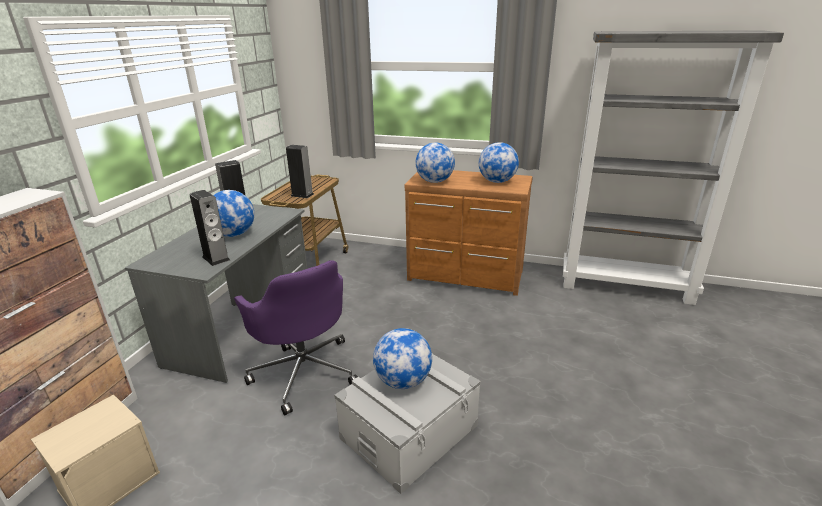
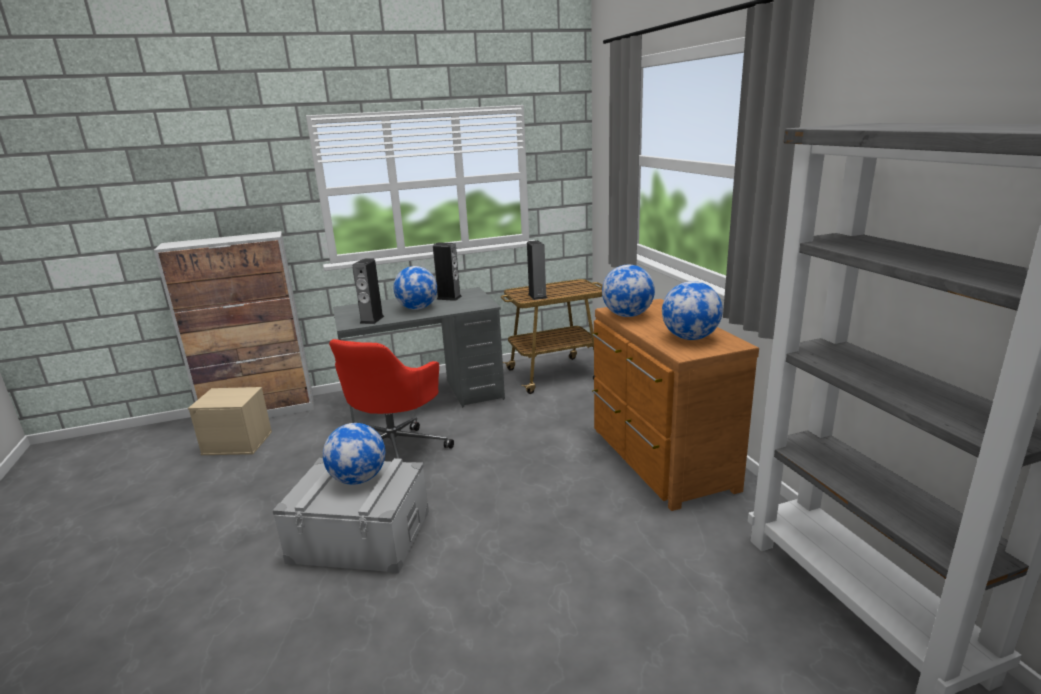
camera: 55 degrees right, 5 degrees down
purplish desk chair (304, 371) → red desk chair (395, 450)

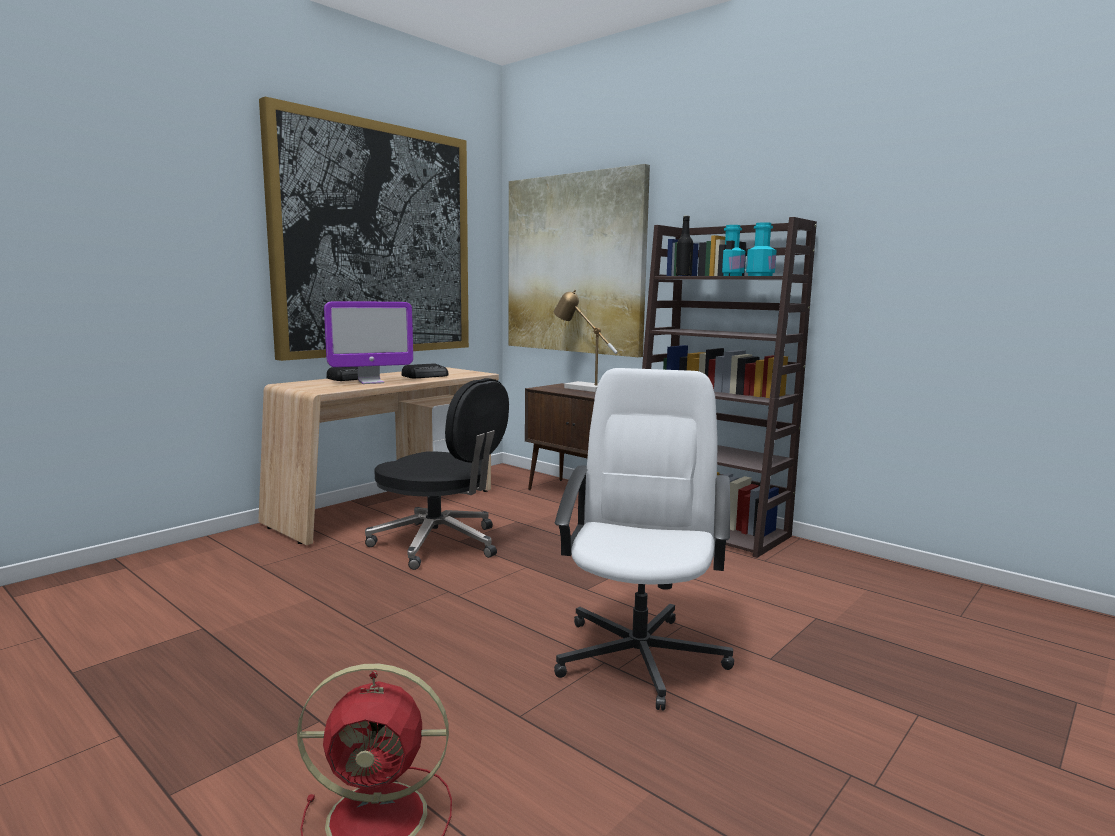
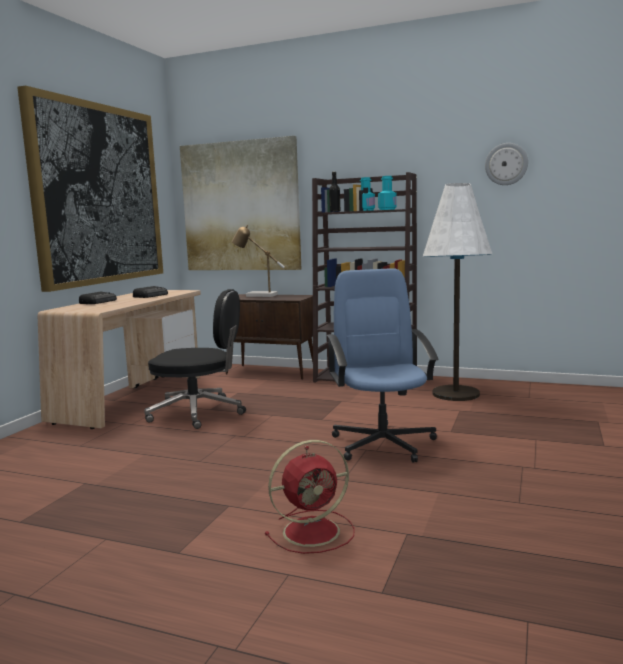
camera: 20 degrees left, 0 degrees up
computer screen (371, 382) → -
white desk chair (640, 656) → blue desk chair (383, 443)
- → clock on the wall (506, 164)
- → white standing lamp (455, 394)

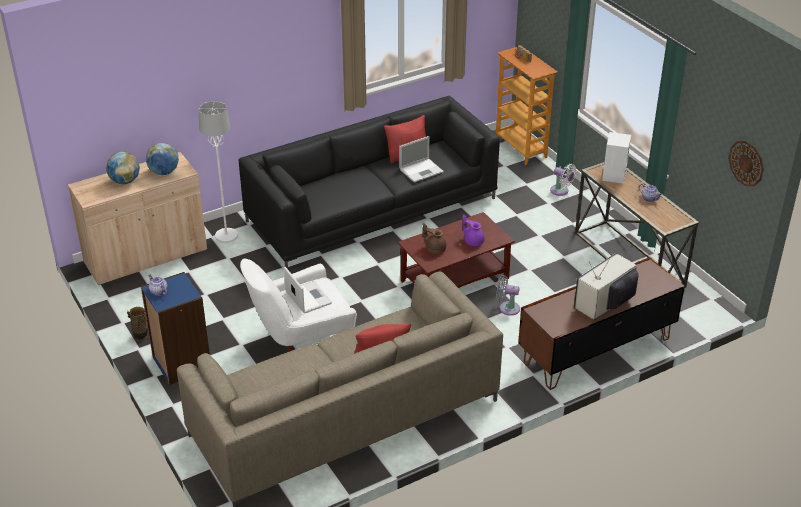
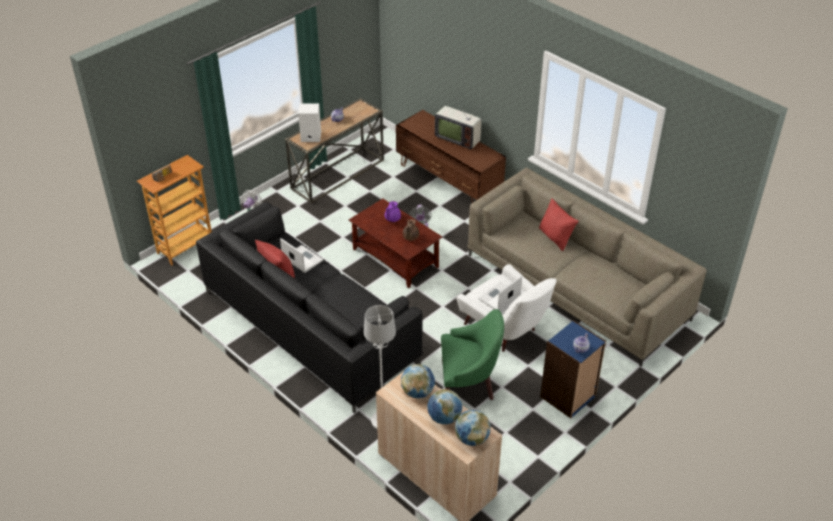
camera: 105 degrees left, 5 degrees up
clock on the wall (746, 163) → -
decorative vase (141, 337) → -
- → green-coloured lounge chair (468, 383)
- → world globe (471, 438)

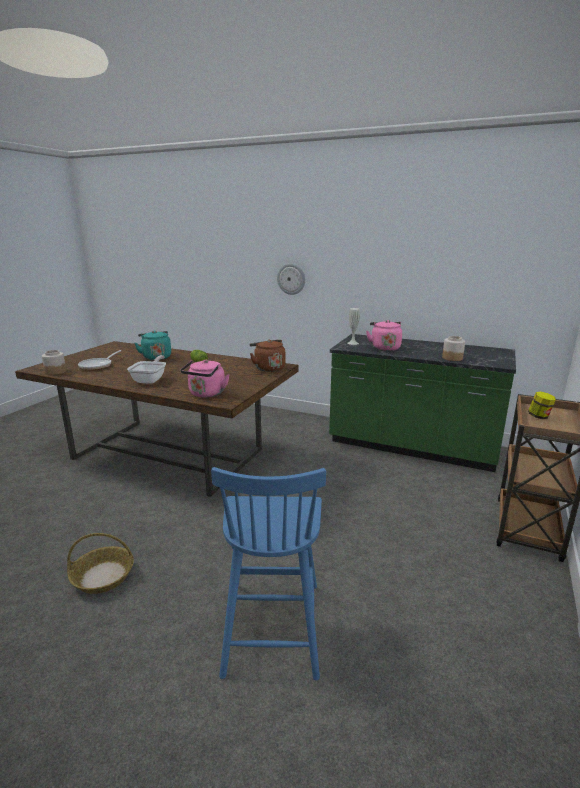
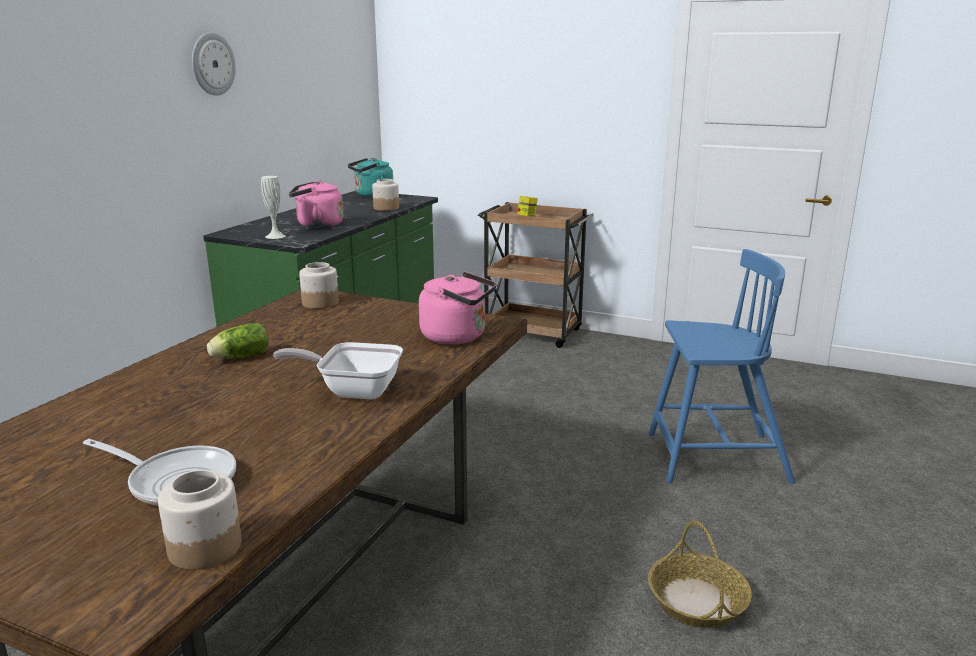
camera: 90 degrees left, 0 degrees up
clock on the wall (291, 279) → clock on the wall (212, 64), shifted
turquoise water kettle (156, 357) → turquoise water kettle (372, 196), shifted
brownish water kettle (268, 368) → preserve jar (320, 303)

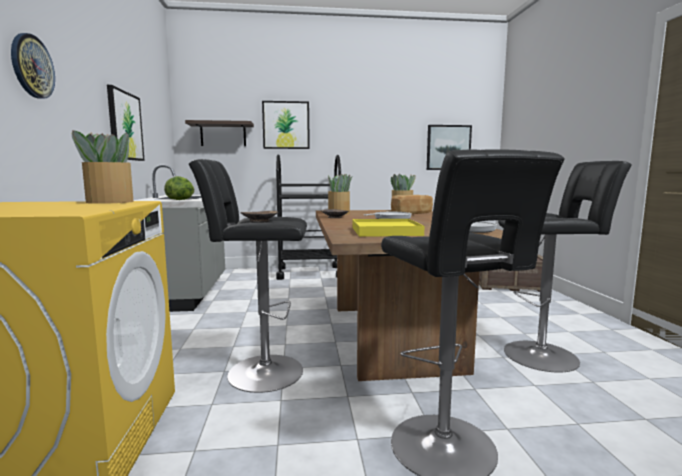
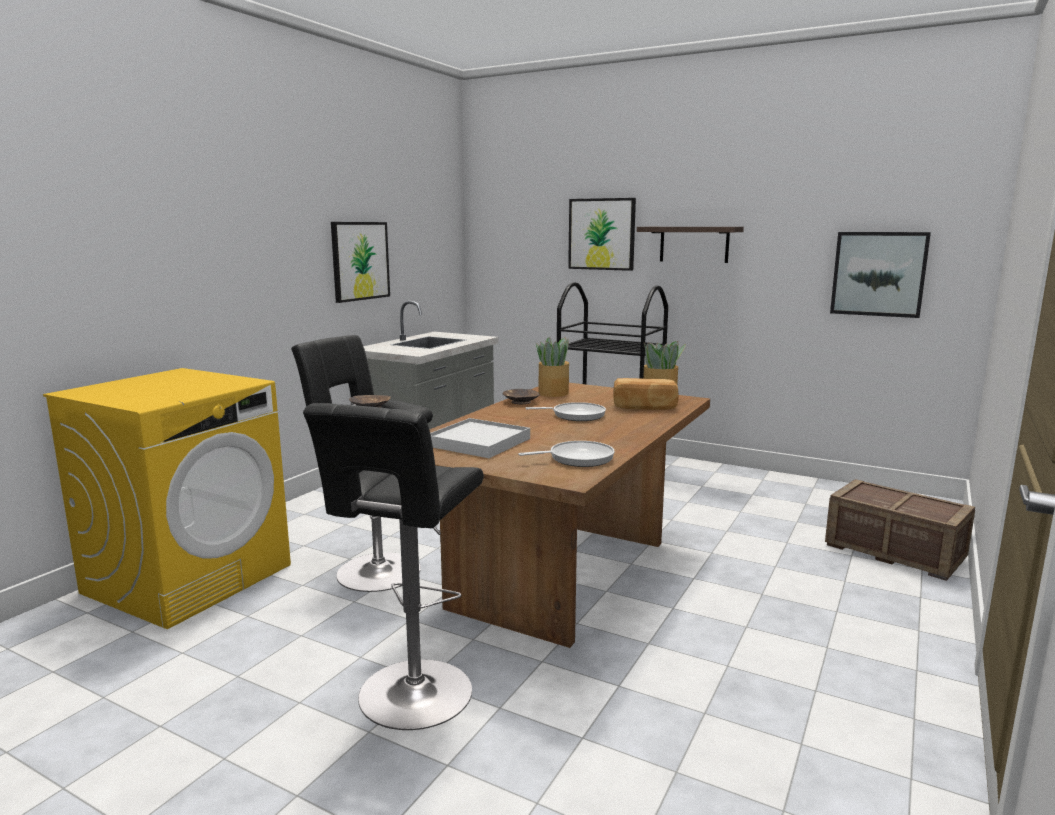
camera: 35 degrees right, 5 degrees up
clock on the wall (32, 66) → -
bracket shelf (223, 134) → bracket shelf (694, 244), shifted
potted plant (109, 202) → -
black stool seat (545, 355) → -
lettuce (181, 200) → -
yellow serving tray (385, 231) → white serving tray (478, 442)

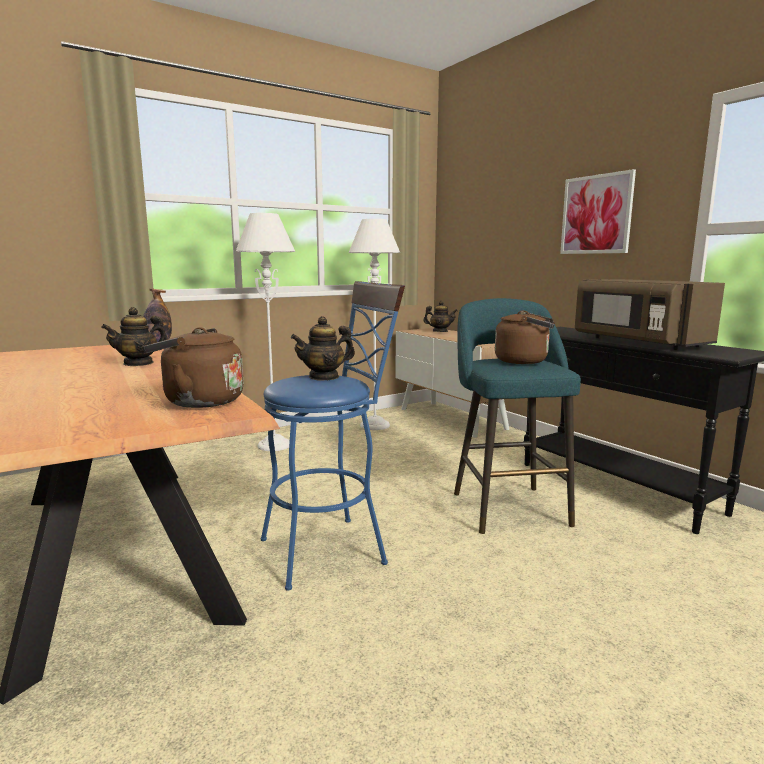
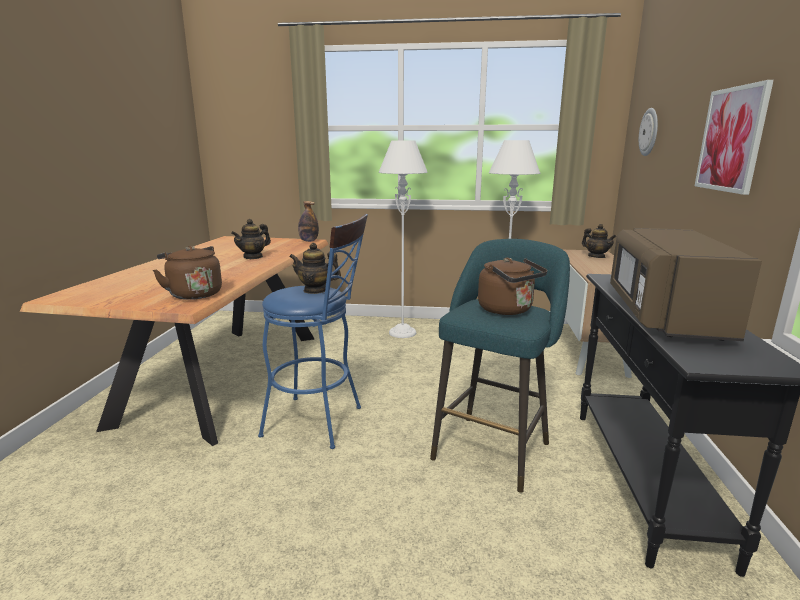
camera: 40 degrees right, 5 degrees up
tea pot (139, 363) → tea pot (253, 257), 45 degrees counterclockwise
- → clock on the wall (649, 132)

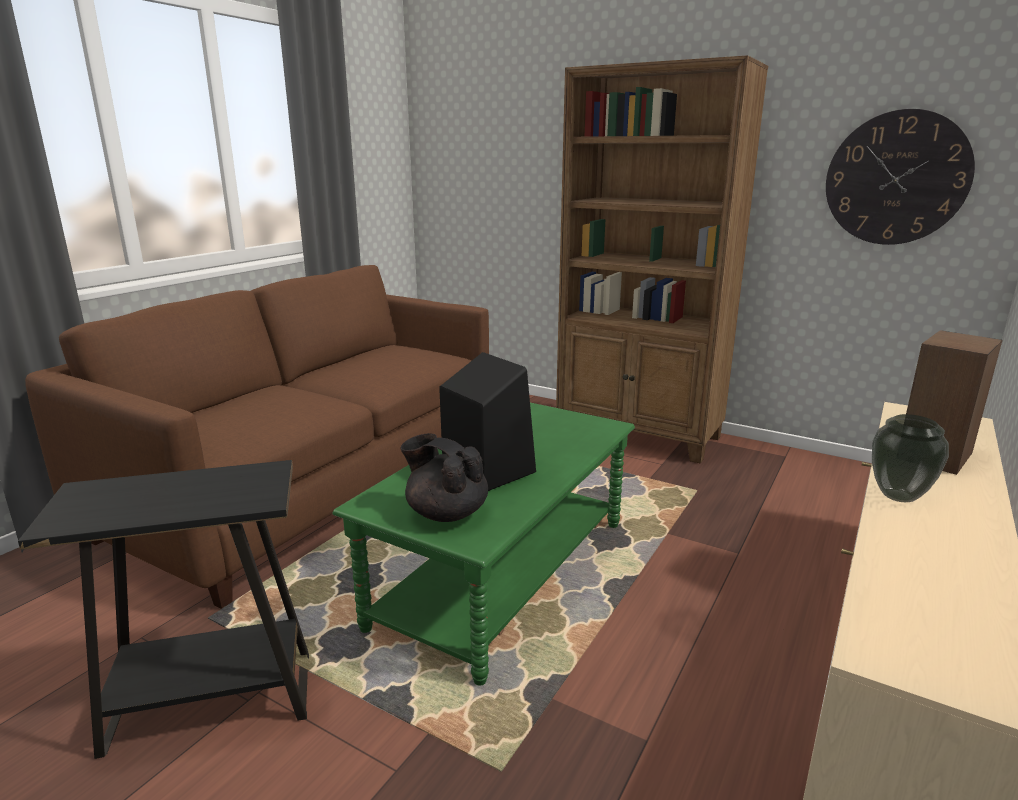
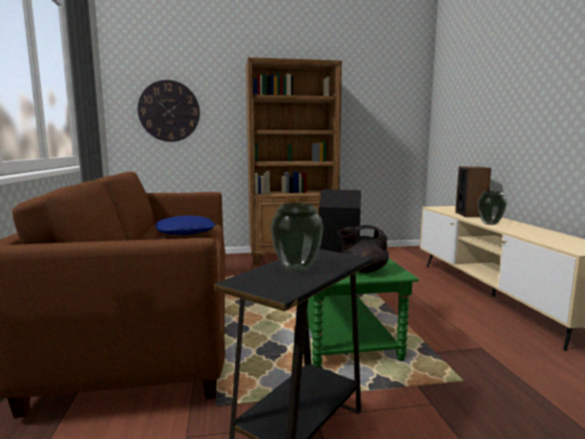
camera: 40 degrees left, 10 degrees down
clock on the wall (896, 178) → clock on the wall (169, 111), shifted
- → decorative vase (296, 269)
- → blue throw pillow (185, 232)

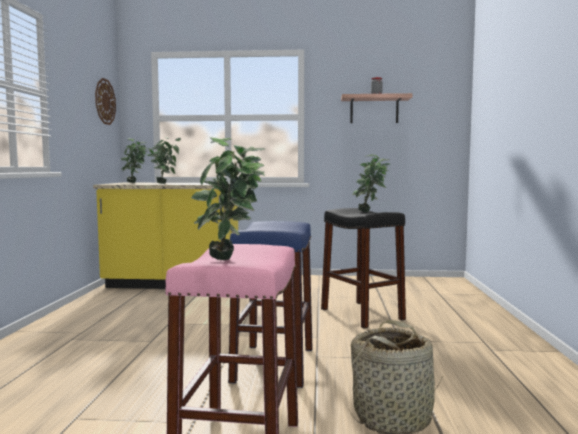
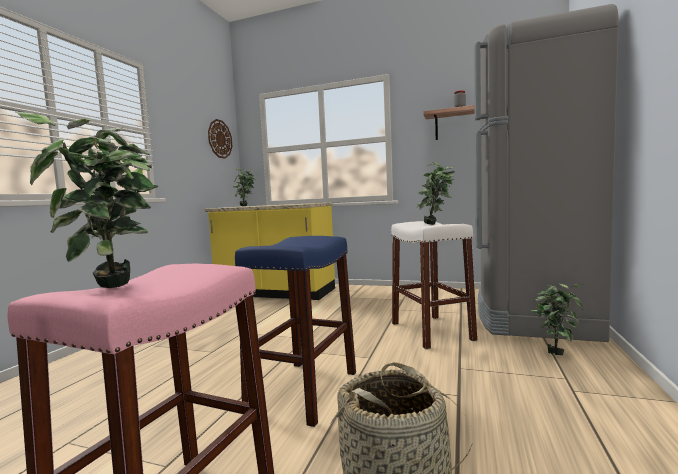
camera: 15 degrees right, 0 degrees up
potted plant (165, 183) → potted plant (556, 351), shifted
black stool seat (362, 314) → white stool seat (431, 331)
- → greyish refrigerator (532, 317)

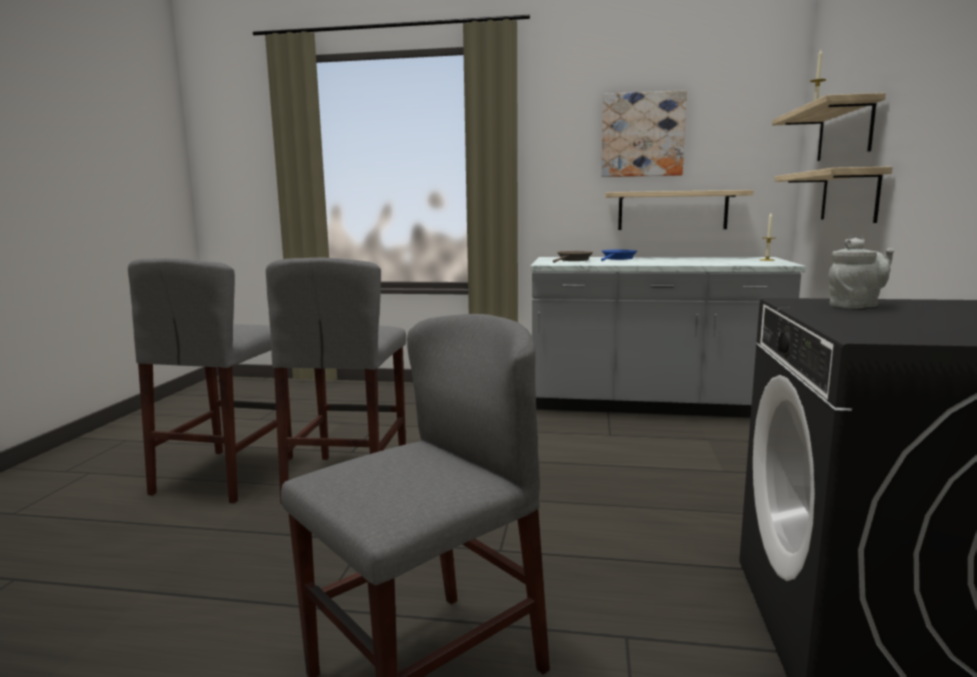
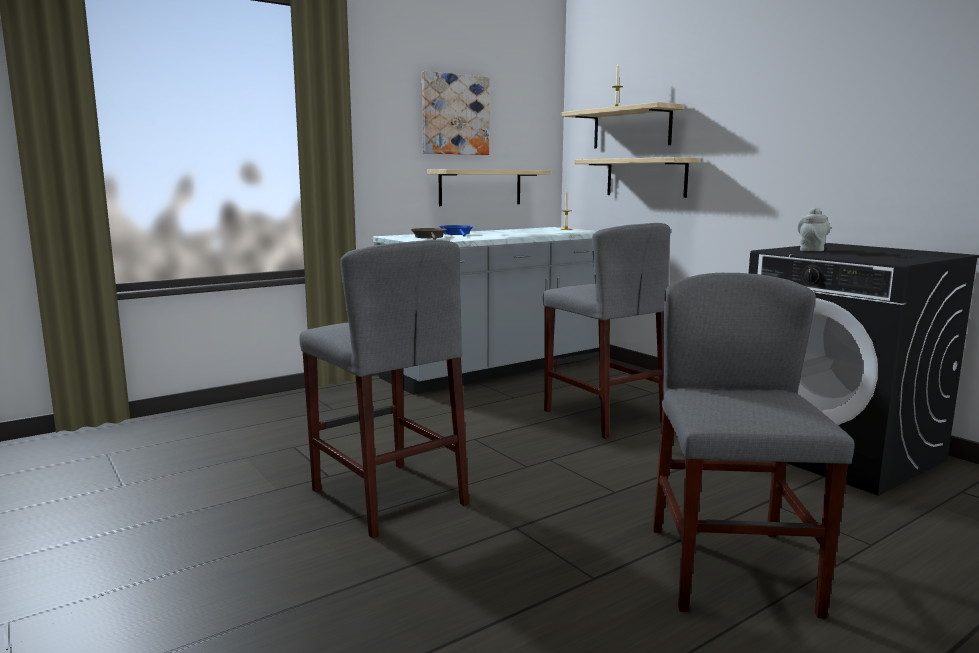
camera: 45 degrees left, 0 degrees up
greyish stool seat (226, 475) → greyish stool seat (603, 416), shifted

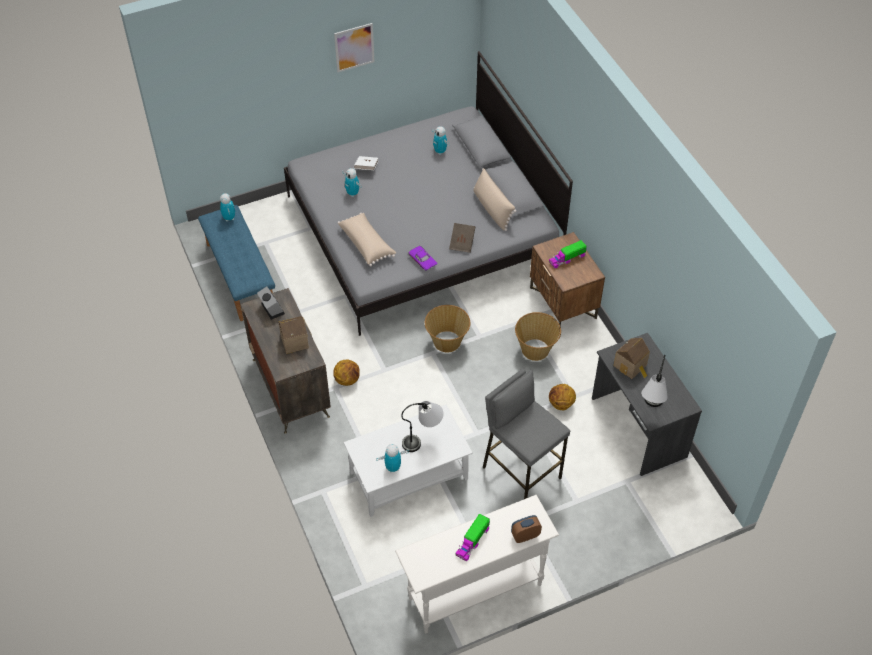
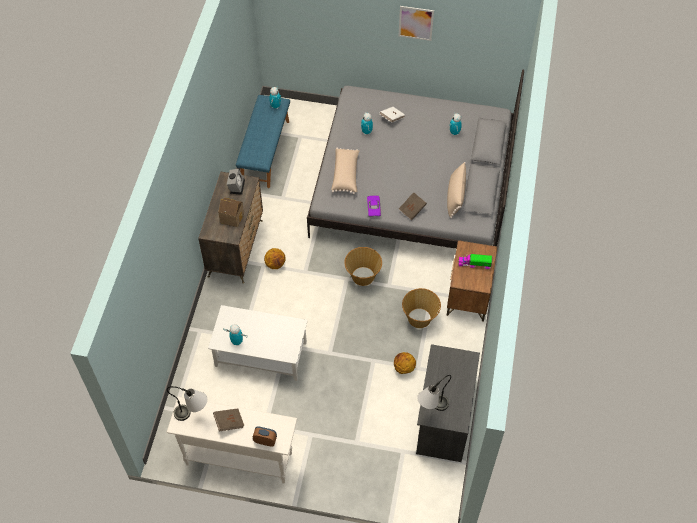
camera: 35 degrees right, 5 degrees up
toy house (631, 366) → -
greyish stool seat (521, 472) → -
tabletop lamp (423, 439) → tabletop lamp (193, 415), shifted
toy truck (472, 541) → brownish bound book (229, 422)

